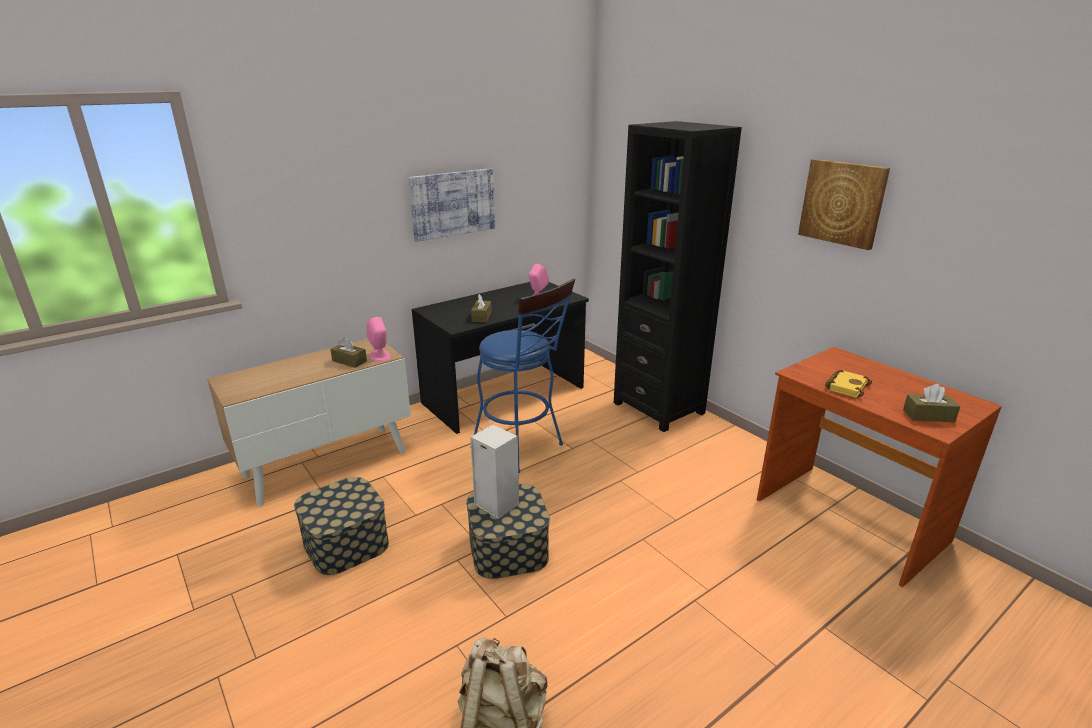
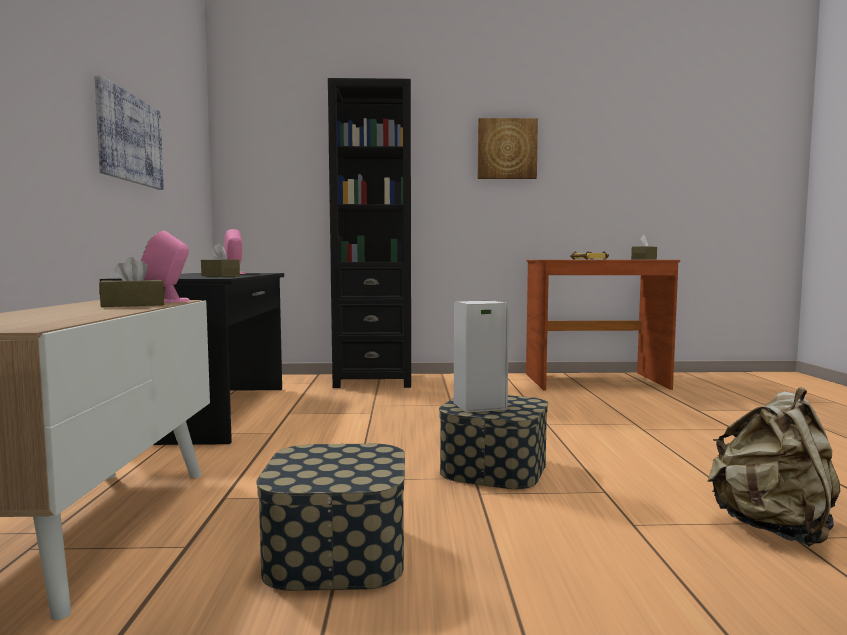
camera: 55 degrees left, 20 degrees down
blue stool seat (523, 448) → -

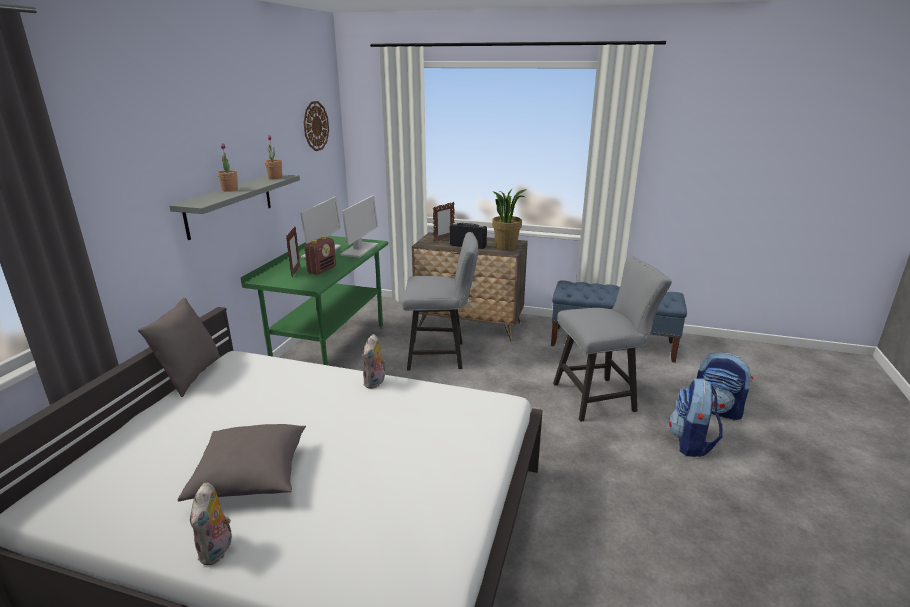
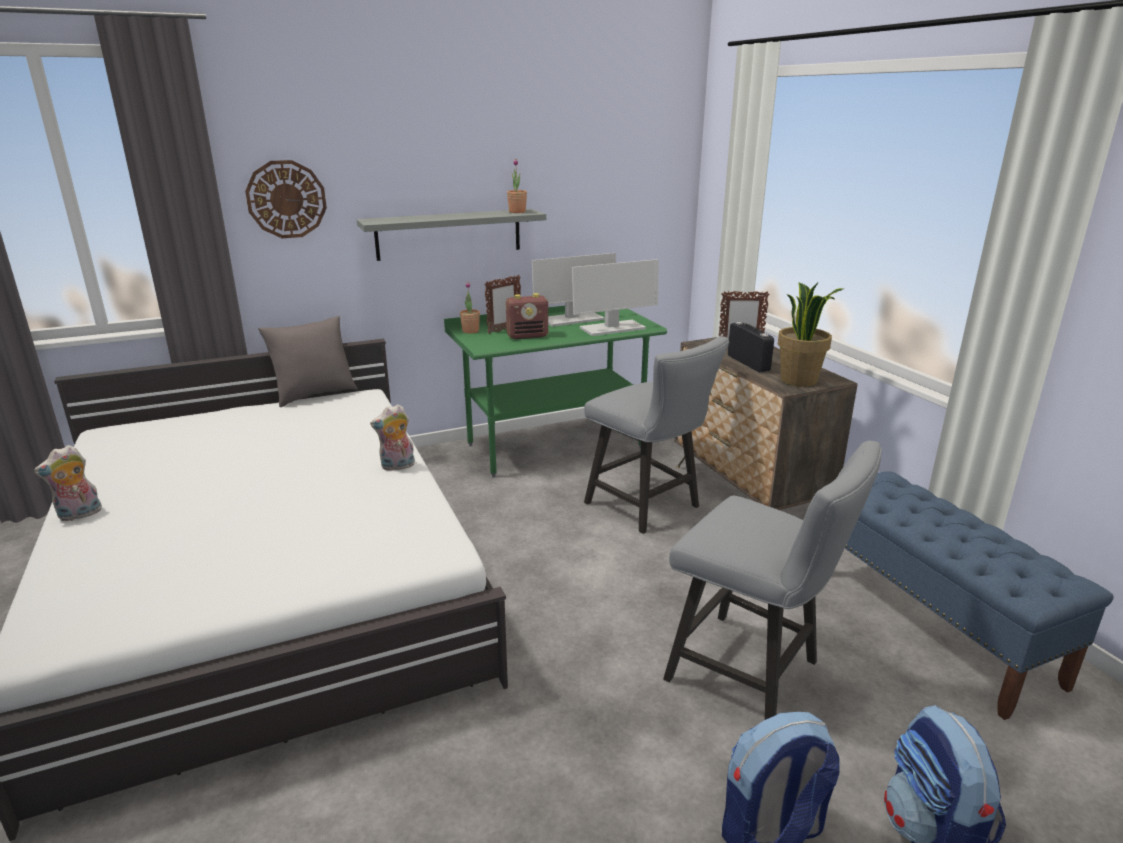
camera: 50 degrees right, 0 degrees up
clock on the wall (315, 126) → clock on the wall (286, 199), shifted
potted plant (230, 190) → potted plant (470, 331), shifted
greyish throw pillow (251, 477) → -

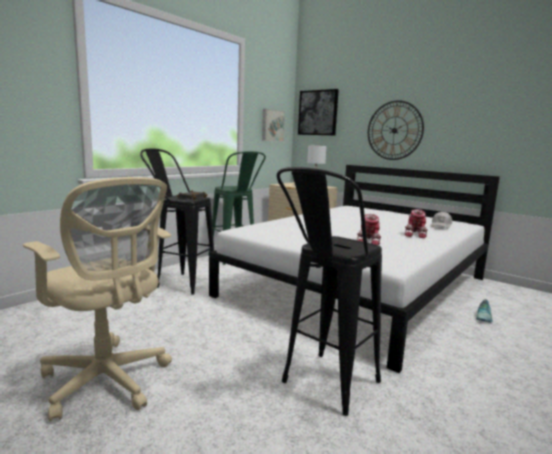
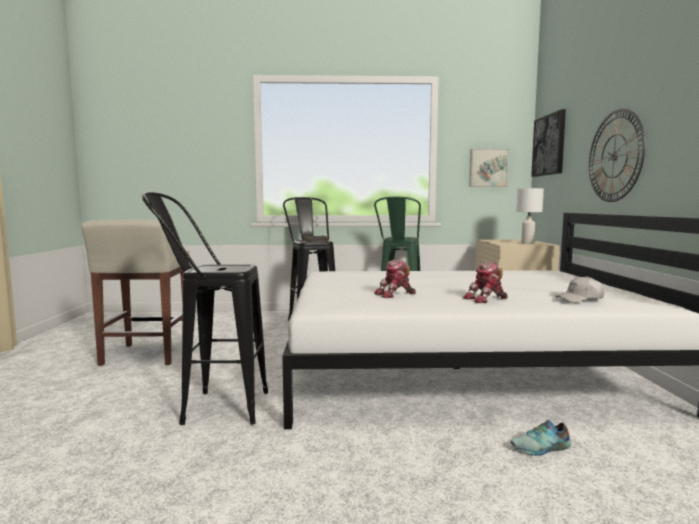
camera: 50 degrees right, 5 degrees down
beige desk chair (108, 382) → beige stool seat (146, 355)

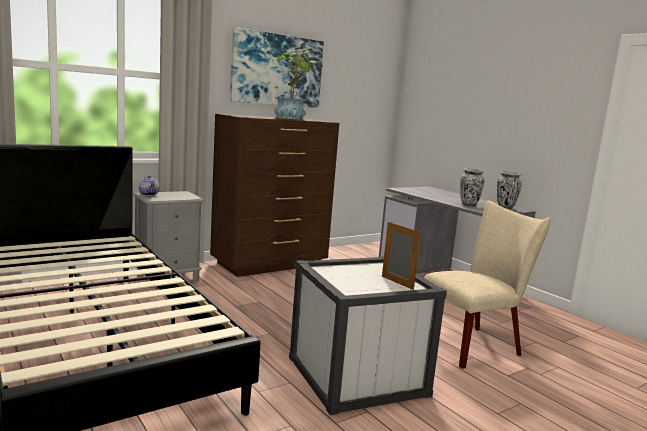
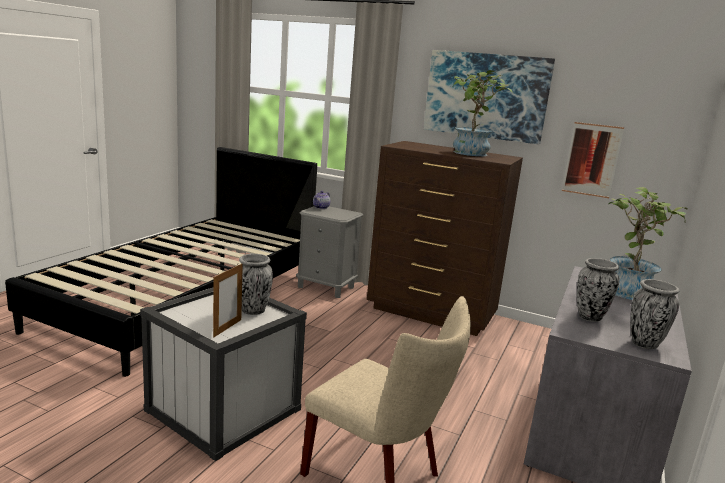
camera: 60 degrees right, 5 degrees up
- → wall picture (592, 160)
- → potted plant (628, 289)
- → decorative vase (253, 310)

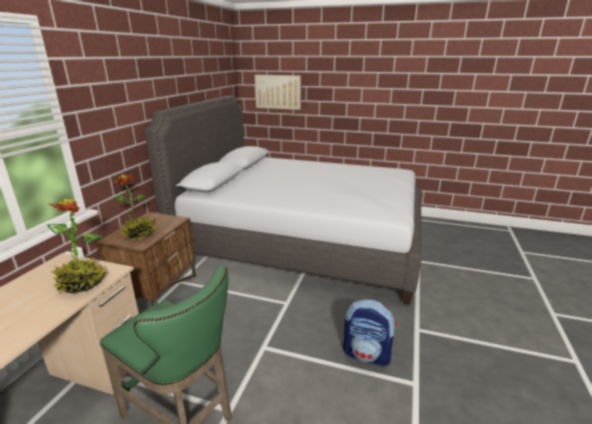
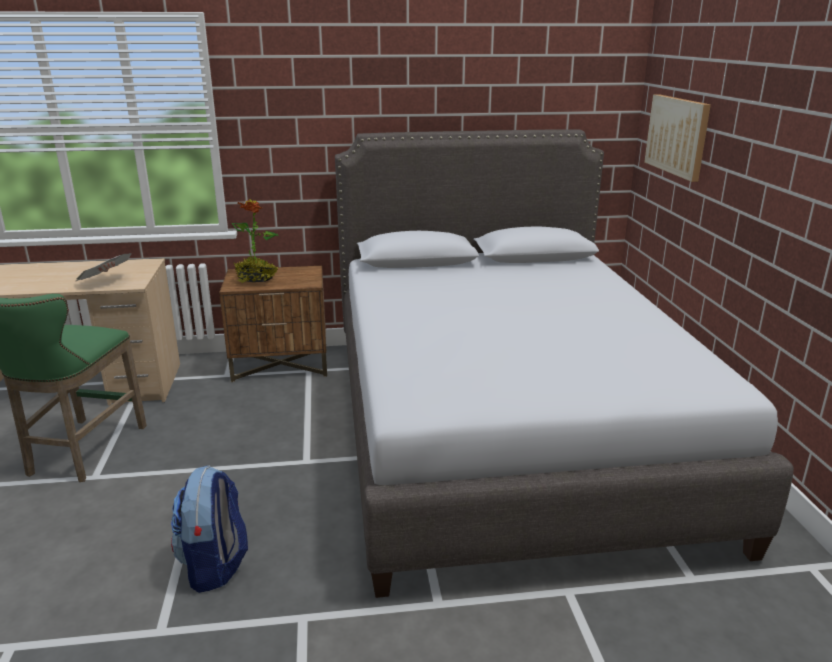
camera: 65 degrees right, 0 degrees up
potted plant (82, 284) → printed paper (106, 281)

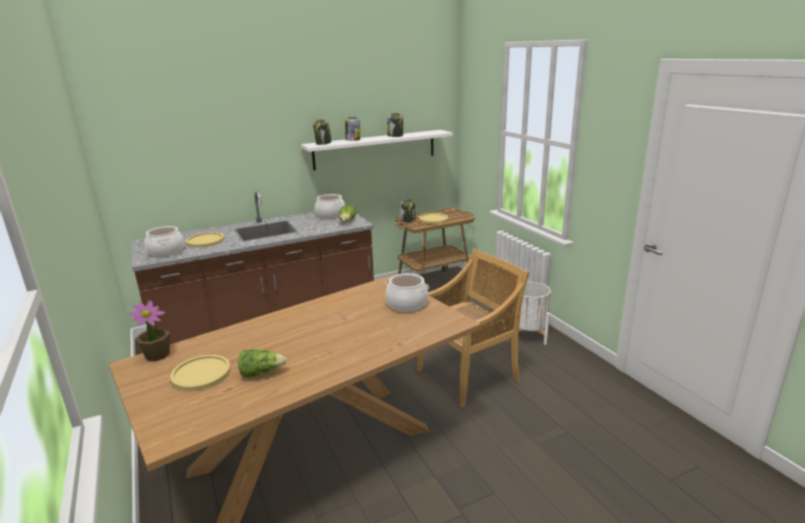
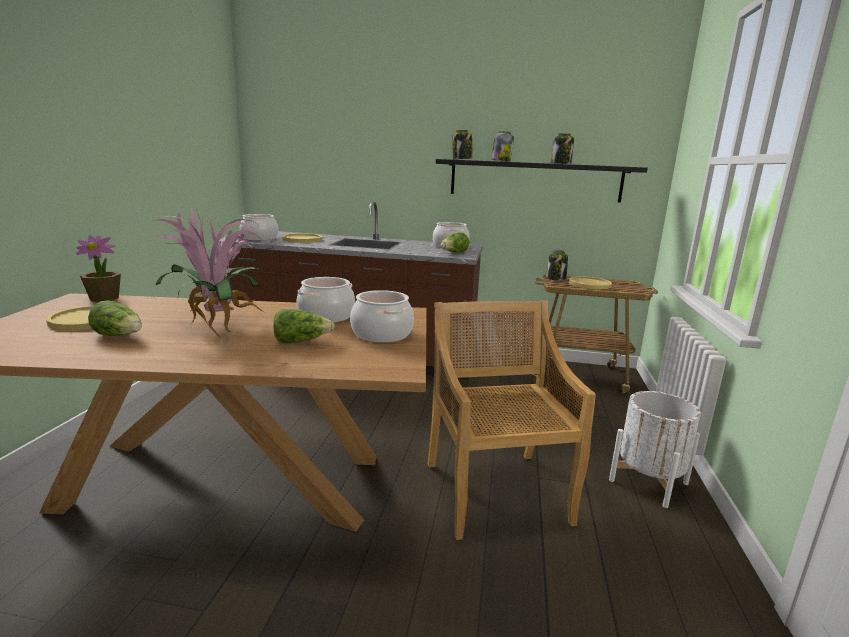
camera: 35 degrees right, 5 degrees down
white bracket shelf (375, 149) → black bracket shelf (535, 180)
beige chair (468, 374) → beige chair (495, 490), 105 degrees counterclockwise
- → potted plant (219, 325)
- → stockpot (326, 316)
- → lettuce (301, 341)

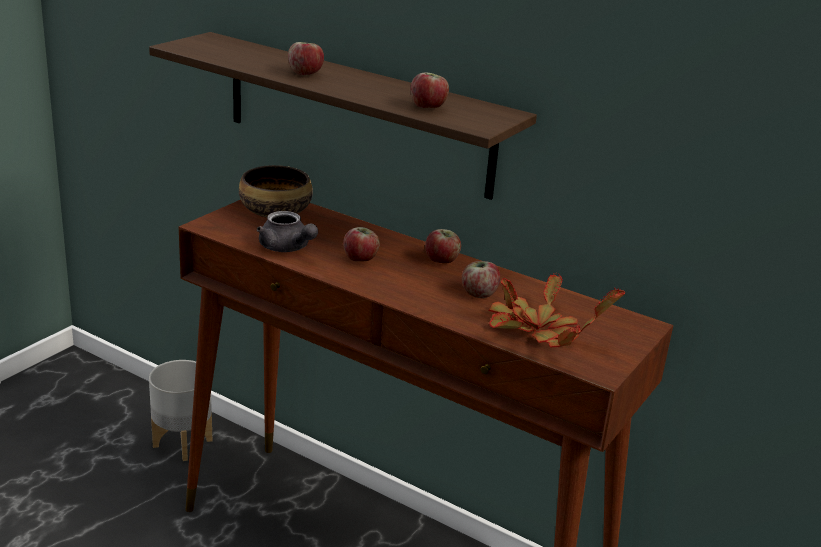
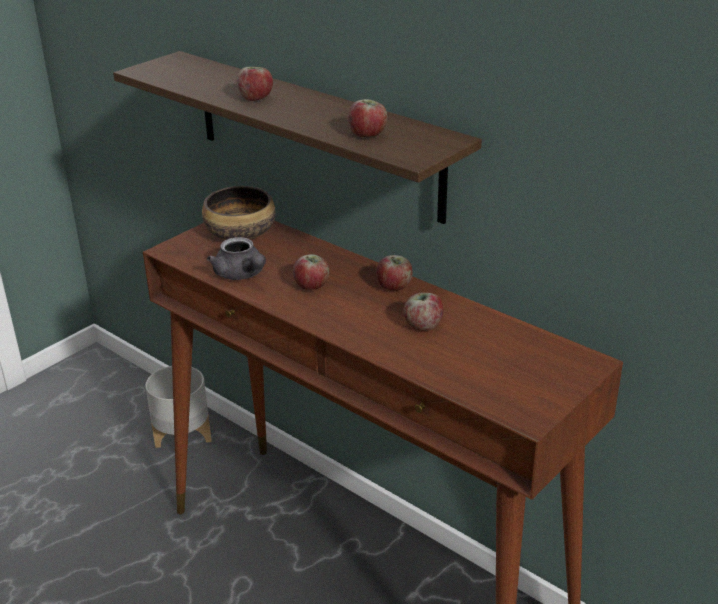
camera: 10 degrees right, 5 degrees up
potted plant (536, 333) → -

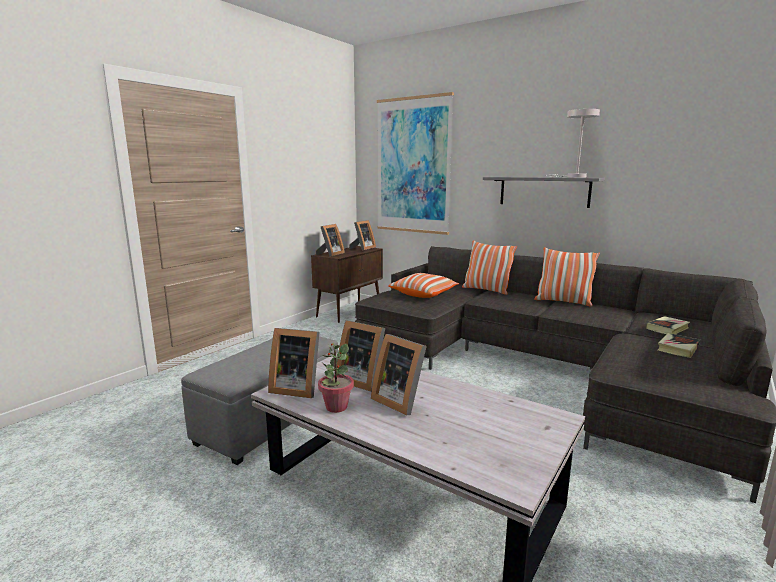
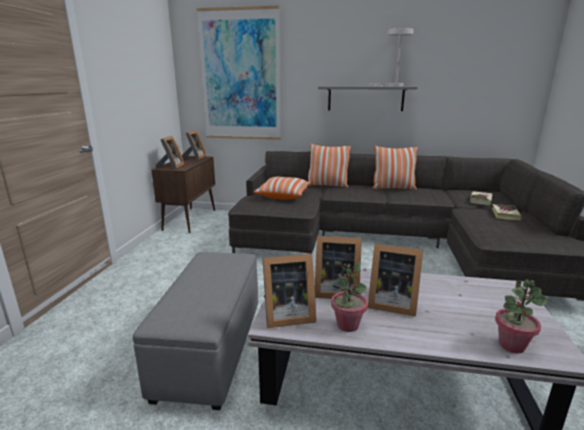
camera: 25 degrees left, 5 degrees up
- → potted plant (511, 345)

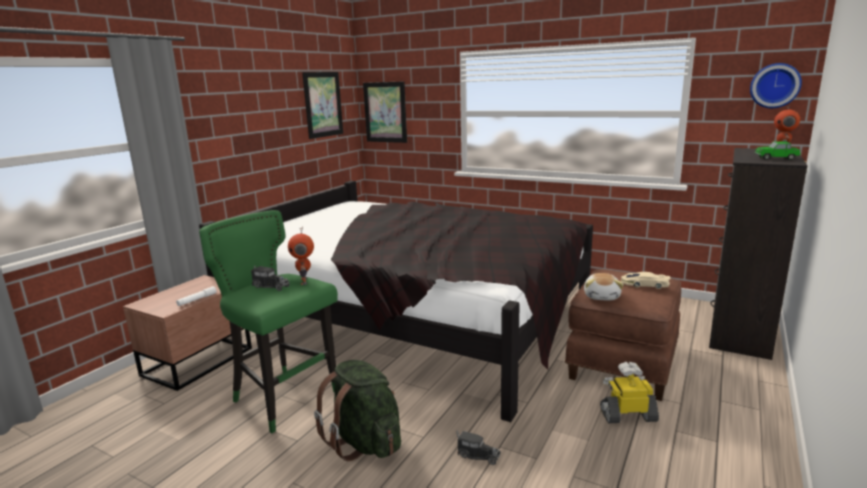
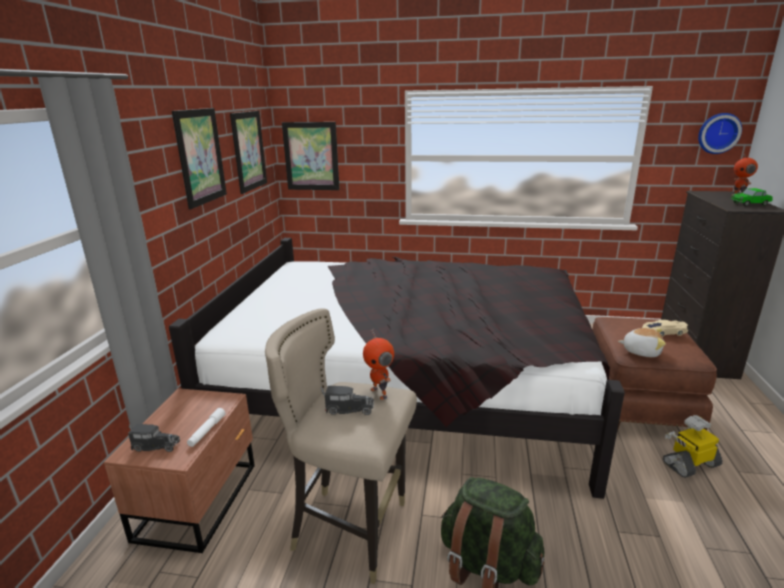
camera: 20 degrees left, 5 degrees up
green-coloured stool seat (285, 399) → beige stool seat (352, 529)
plush toy (602, 296) → plush toy (641, 351), 60 degrees counterclockwise
toy truck (476, 455) → toy truck (154, 445), shifted
- → wall picture (200, 156)

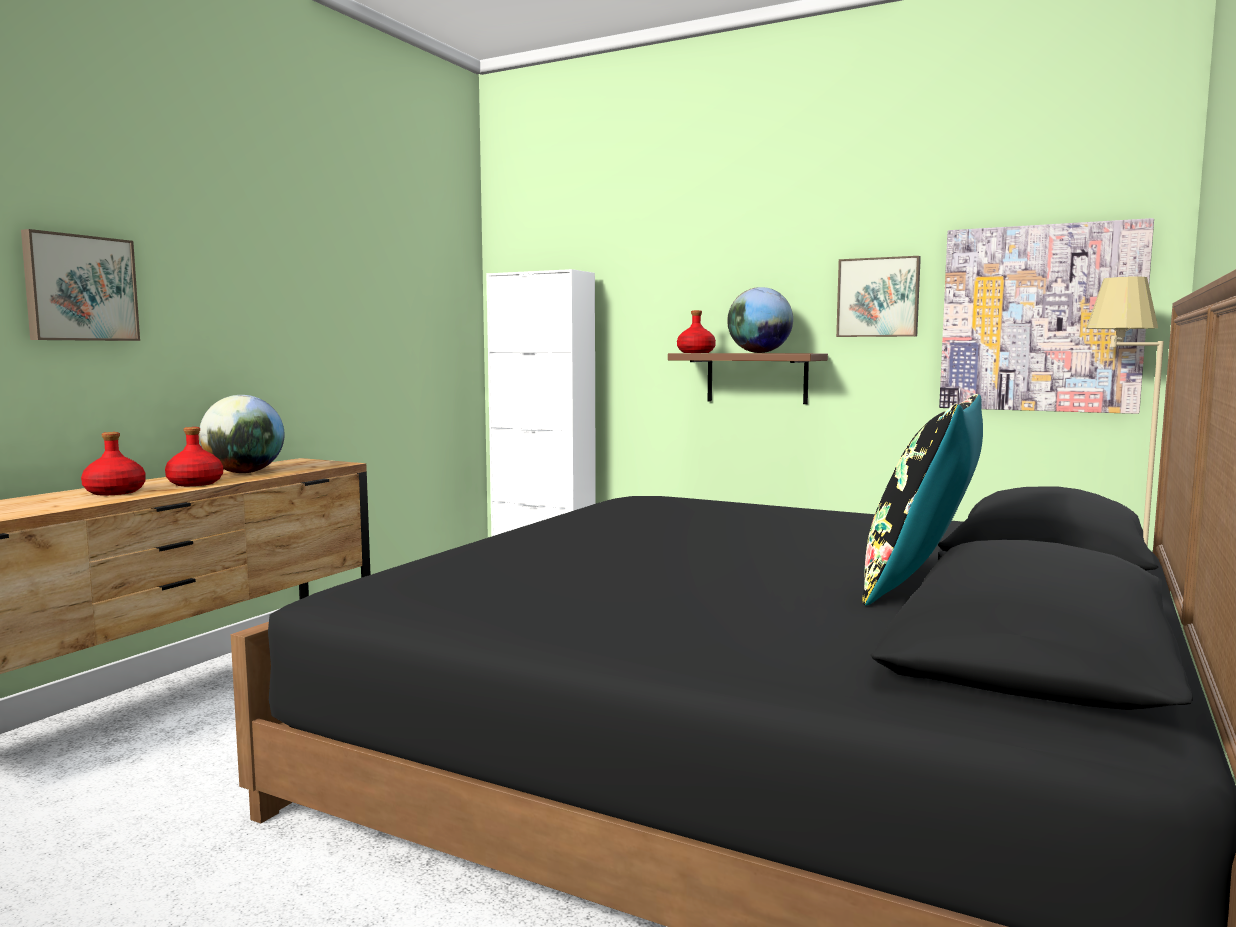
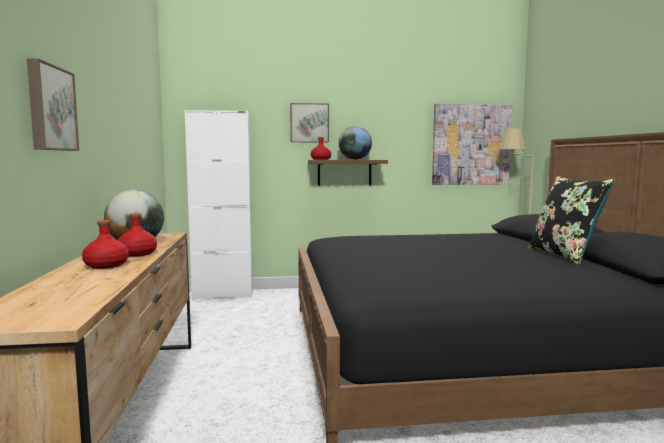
camera: 35 degrees left, 0 degrees up
wall picture (878, 297) → wall picture (309, 123), shifted

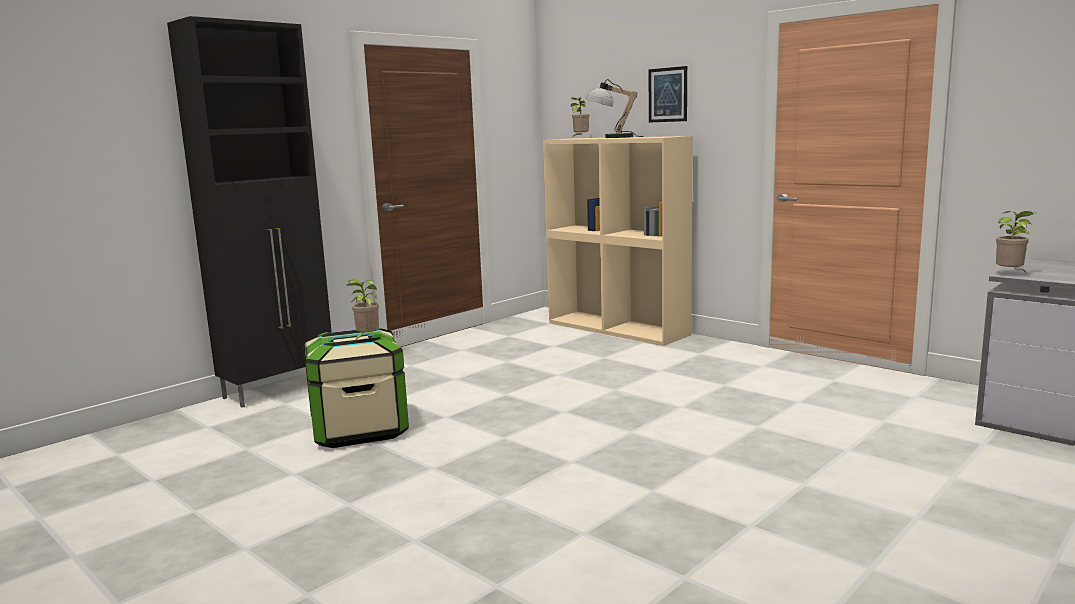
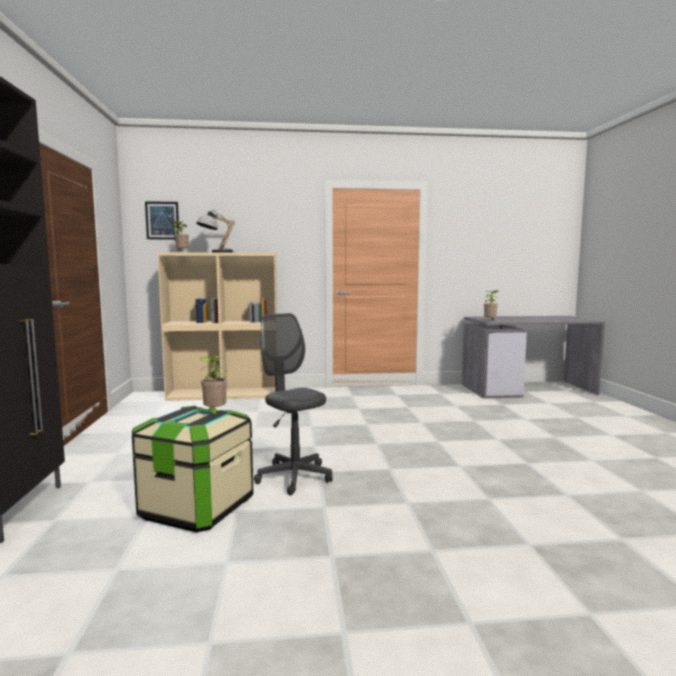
camera: 50 degrees left, 5 degrees down
wall picture (667, 95) → wall picture (162, 220), shifted
- → greyish desk chair (294, 477)

